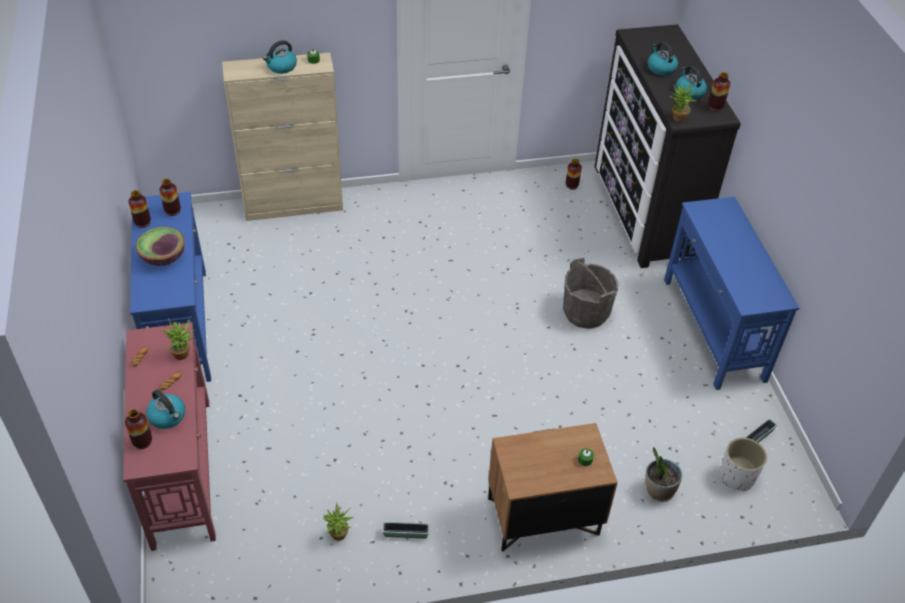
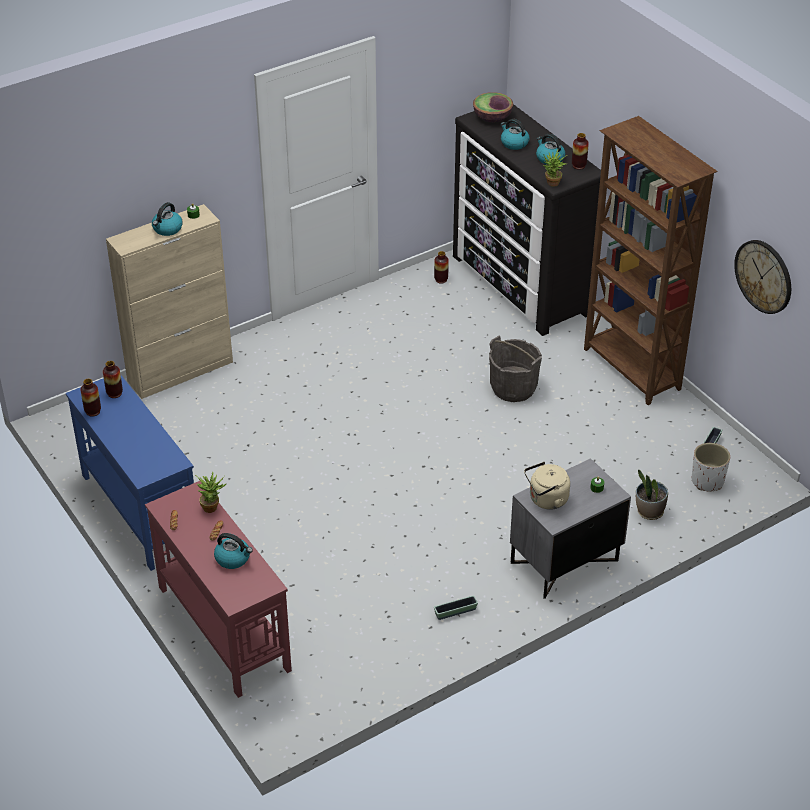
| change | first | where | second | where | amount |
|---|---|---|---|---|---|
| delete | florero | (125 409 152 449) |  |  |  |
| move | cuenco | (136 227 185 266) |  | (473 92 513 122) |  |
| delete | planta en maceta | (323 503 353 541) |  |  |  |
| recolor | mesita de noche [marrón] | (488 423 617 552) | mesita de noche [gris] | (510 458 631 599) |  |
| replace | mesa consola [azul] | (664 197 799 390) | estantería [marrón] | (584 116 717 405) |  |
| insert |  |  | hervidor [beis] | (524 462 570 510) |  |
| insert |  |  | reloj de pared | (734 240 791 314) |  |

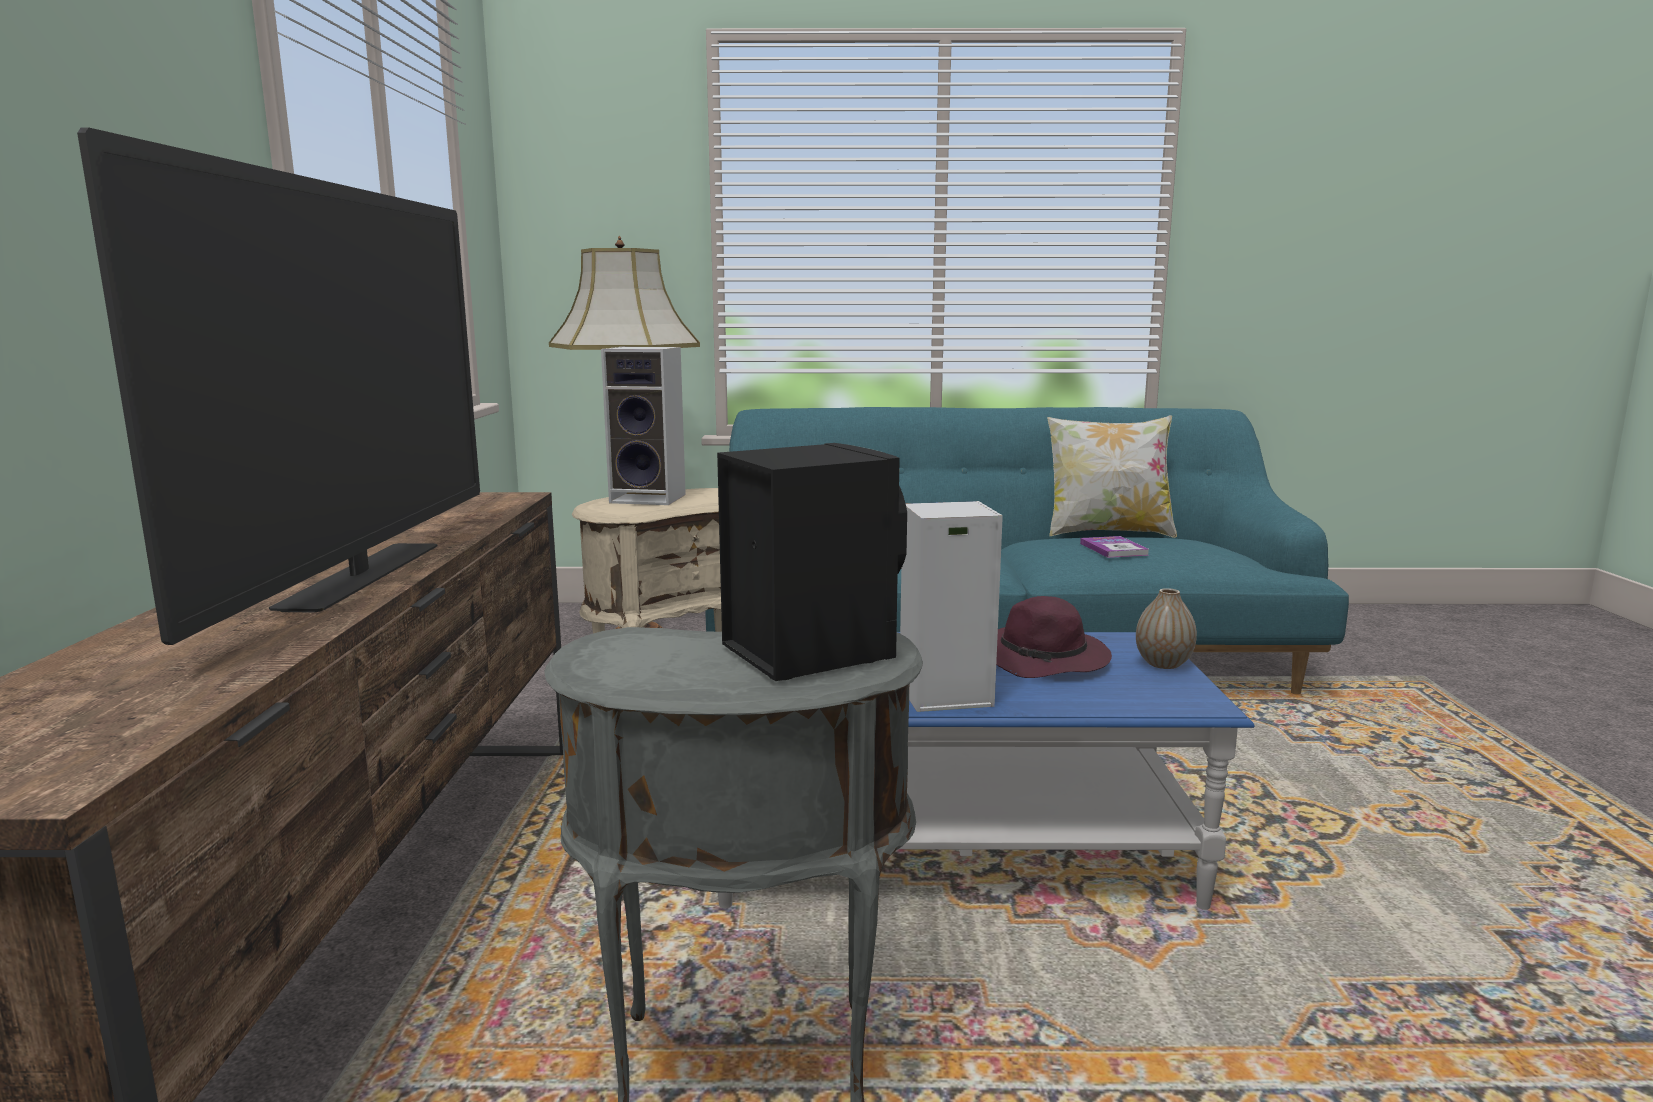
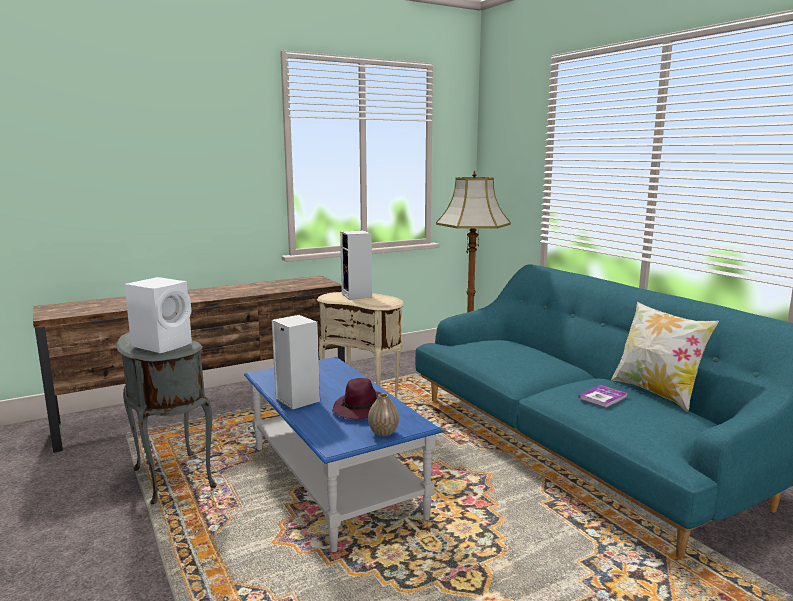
| change | first | where | second | where | amount |
|---|---|---|---|---|---|
| delete | televisor | (77 127 480 645) |  |  |  |
| recolor | altavoz [negro] | (717 443 907 681) | altavoz [blanco] | (124 277 192 353) |  |

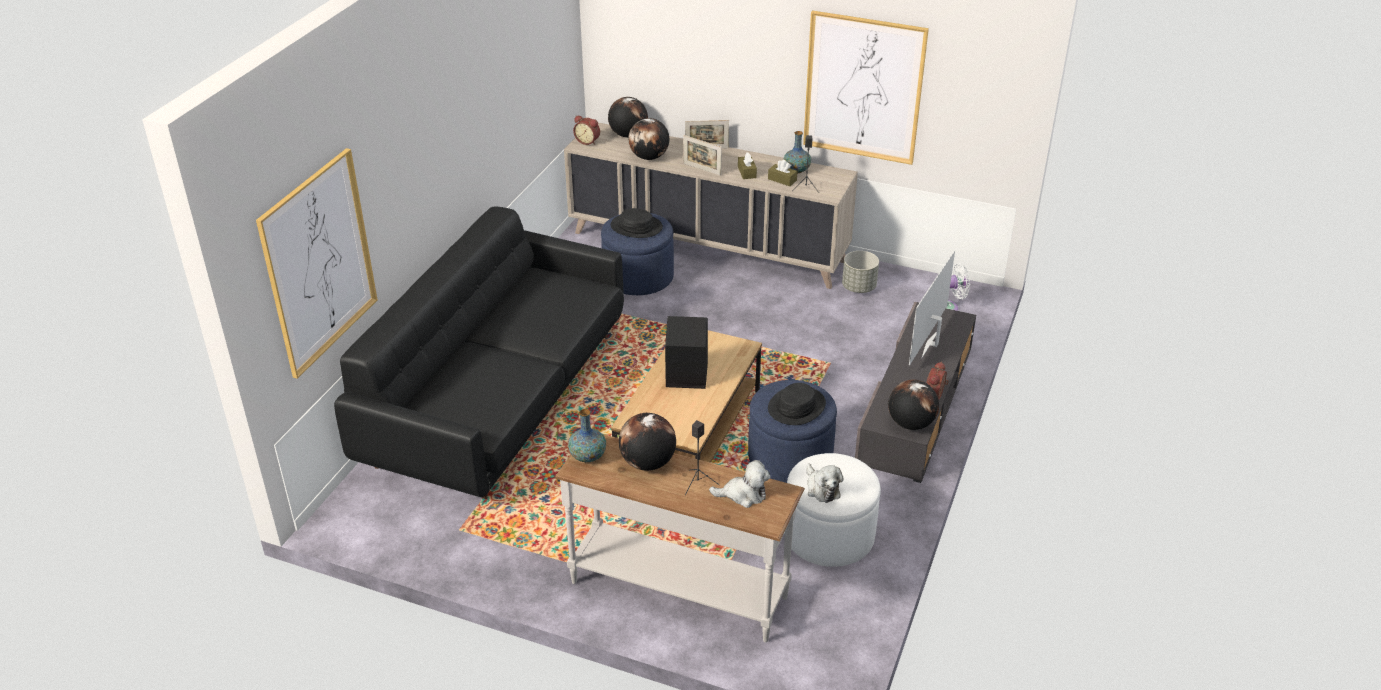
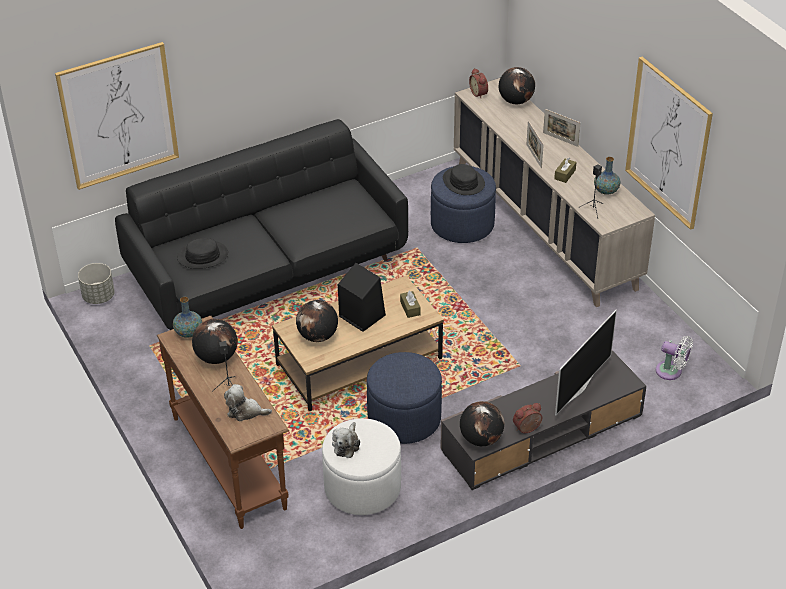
| change | first | where | second | where | amount |
|---|---|---|---|---|---|
| recolor | mesa consola [blanco] | (555 434 805 642) | mesa consola [marrón] | (157 316 289 529) |  |
| move | globo terráqueo | (628 118 669 160) |  | (296 300 338 342) |  |
| rotate | peluche | (709 460 771 508) |  | (224 384 272 421) | 150 degrees clockwise |
| move | caja de pañuelos [marrón] | (768 160 797 186) |  | (400 291 421 318) |  |
| move | sombrero [negro] | (768 383 826 425) |  | (177 238 228 269) |  |
| move | maceta [gris] | (842 251 879 293) |  | (78 263 115 304) |  |
| rotate | televisor | (909 250 955 365) |  | (555 310 617 416) | 150 degrees clockwise |

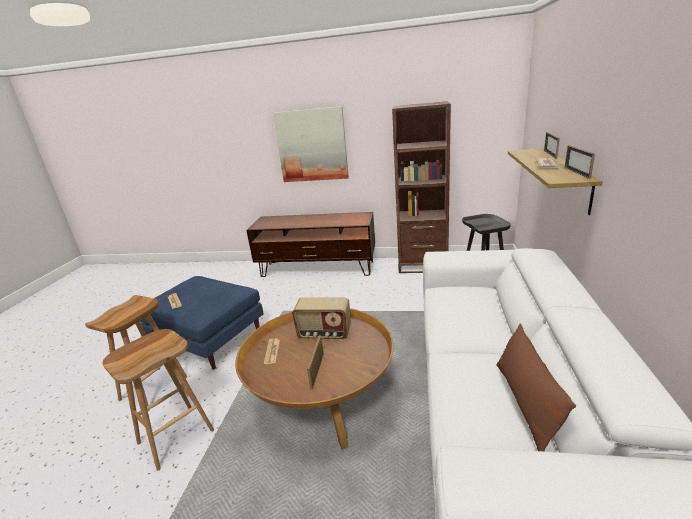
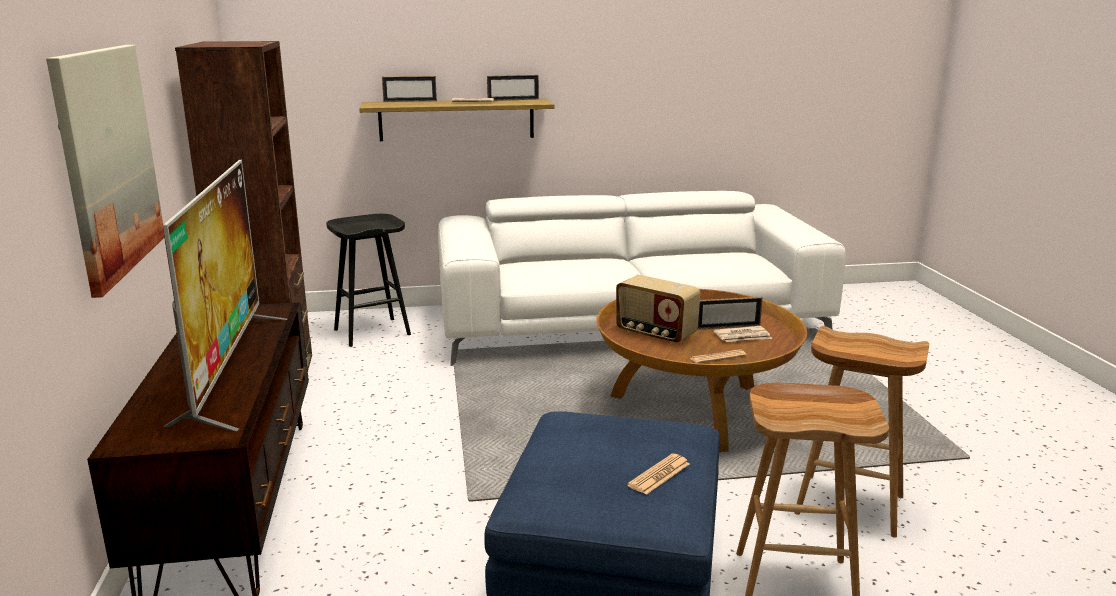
| change | first | where | second | where | amount |
|---|---|---|---|---|---|
| rotate | radio | (292 297 351 340) |  | (616 275 701 344) | 135 degrees clockwise |
| delete | cojín [marrón] | (496 324 576 451) |  |  |  |
| insert |  |  | televisor | (163 160 287 431) |  |
| insert |  |  | periódico | (713 326 772 342) |  |

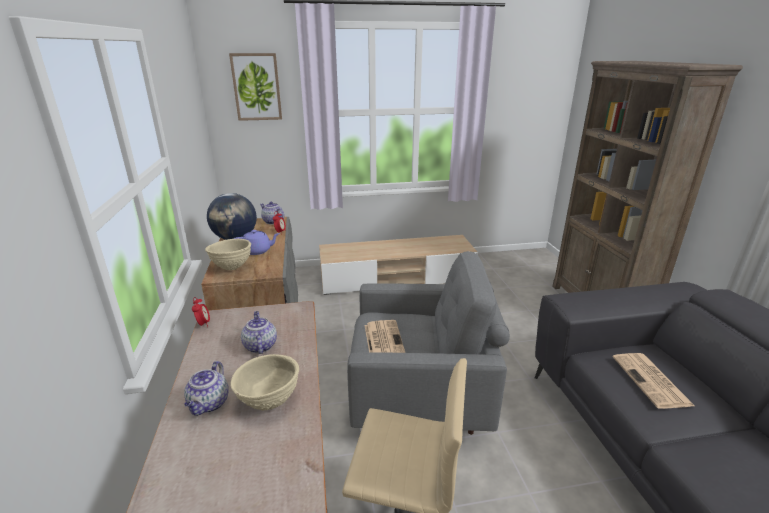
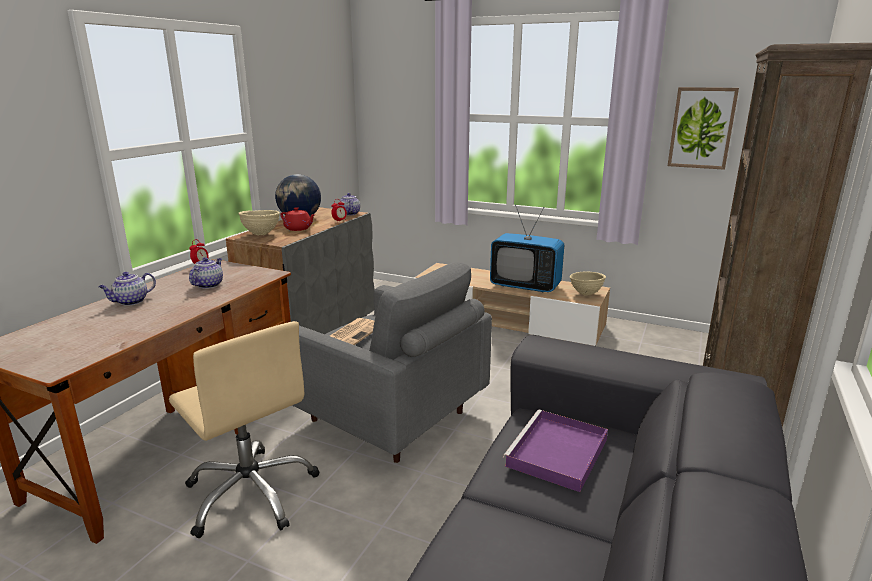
| change | first | where | second | where | amount |
|---|---|---|---|---|---|
| move | cuadro | (229 53 282 121) |  | (668 87 739 170) |  |
| move | cuenco [beis] | (230 354 299 411) |  | (570 271 606 296) |  |
| recolor | tetera [morado] | (234 230 280 255) | tetera [rojo] | (280 207 316 231) |  |
| replace | periódico | (613 353 695 409) | bandeja [morado] | (503 410 608 492) |  |
| insert |  |  | televisor | (490 205 564 292) |  |

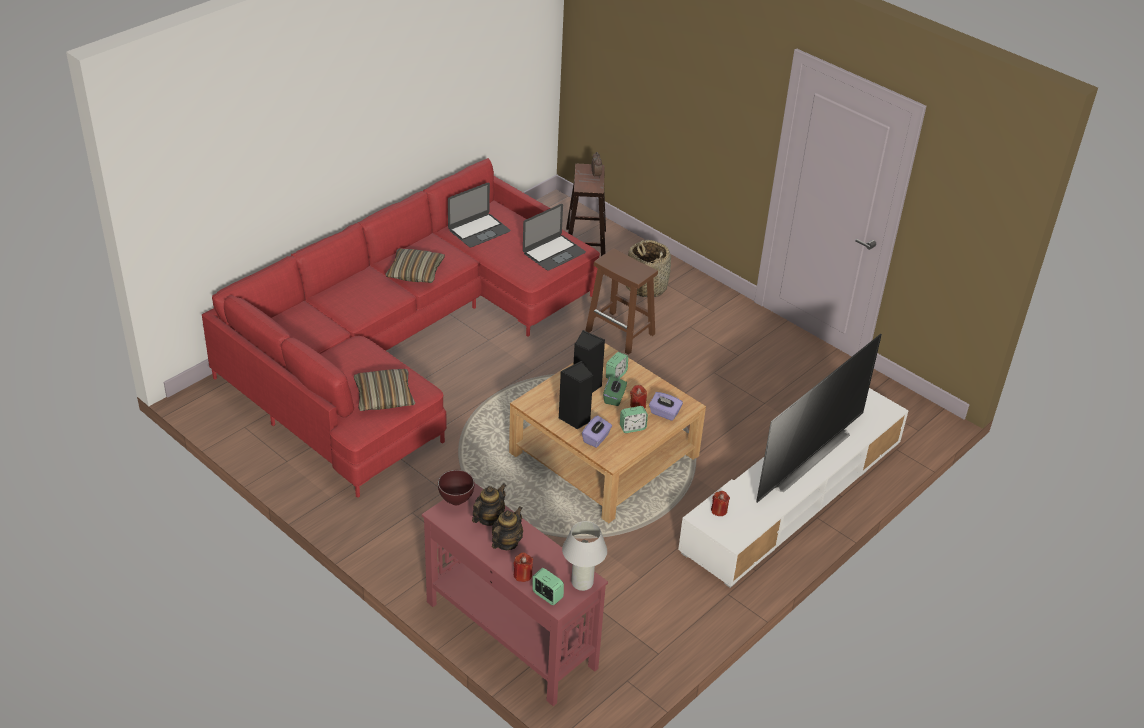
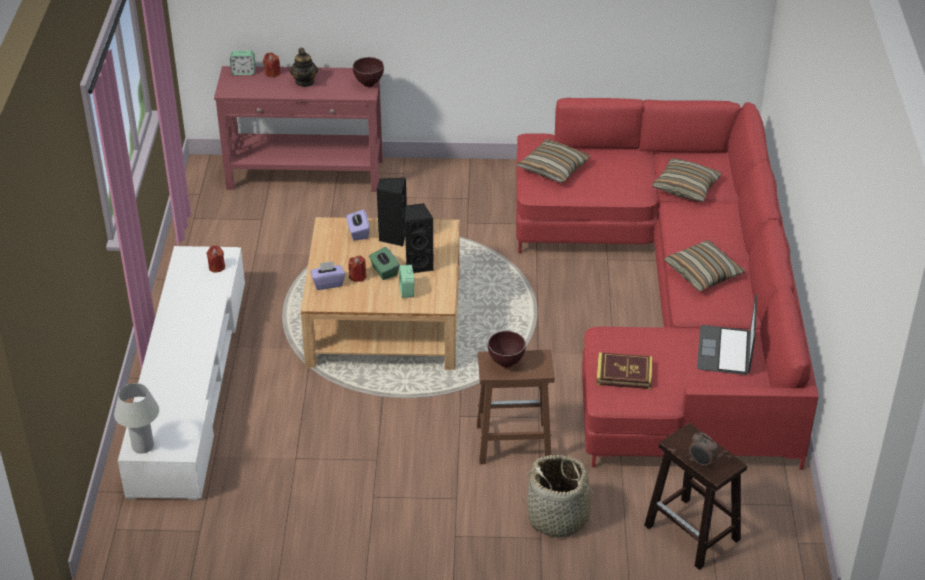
| change | first | where | second | where | amount |
|---|---|---|---|---|---|
| delete | tetera | (472 484 506 526) |  |  |  |
| replace | portátil | (523 204 586 271) | libro | (596 352 652 389) |  |
| move | lámpara de mesa [blanco] | (562 521 607 591) |  | (114 383 159 454) |  |
| delete | despertador | (620 406 648 433) |  |  |  |
| delete | televisor | (756 334 882 503) |  |  |  |
| insert |  |  | cuenco [marrón] | (488 331 526 368) |  |
| insert |  |  | cojín | (652 158 722 202) |  |

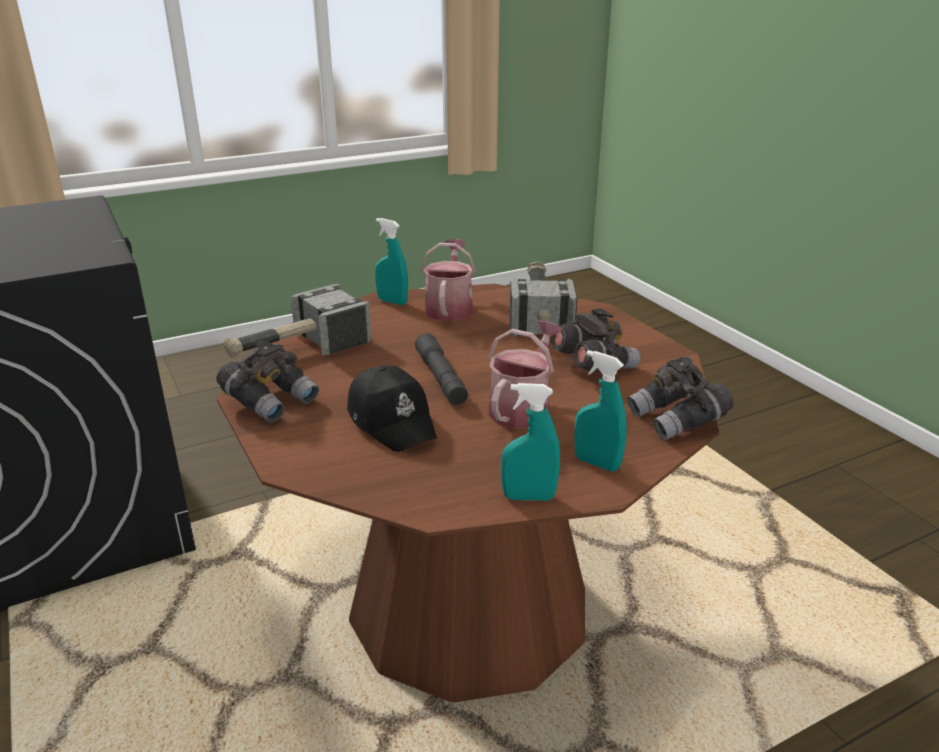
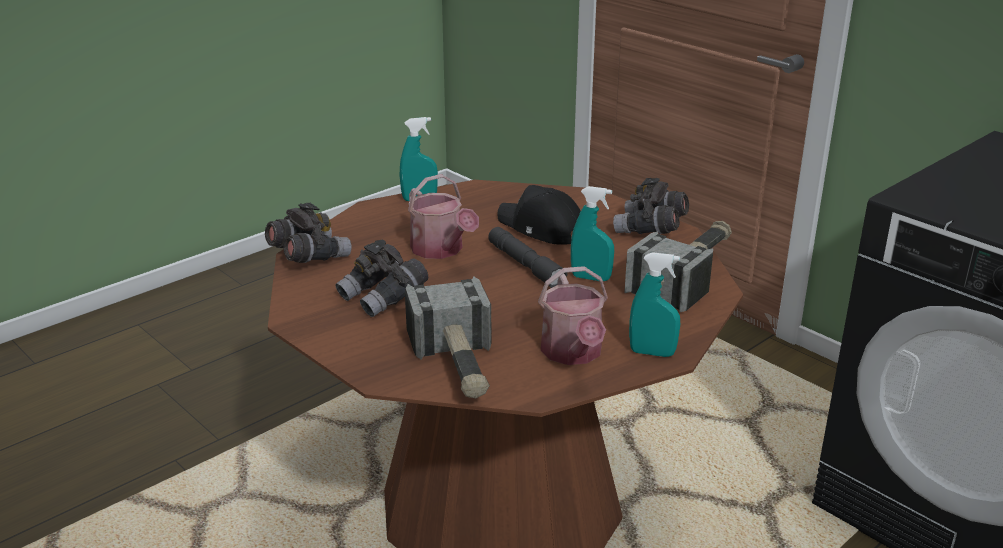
| change | first | where | second | where | amount |
|---|---|---|---|---|---|
| rotate | regadera | (488 321 562 429) |  | (408 174 479 259) | 45 degrees counterclockwise |
| move | pulverizador [turquesa] | (575 350 627 472) |  | (571 186 614 281) |  |

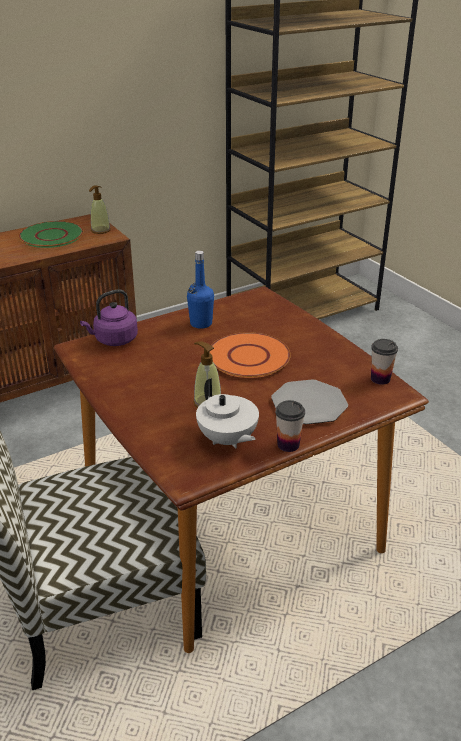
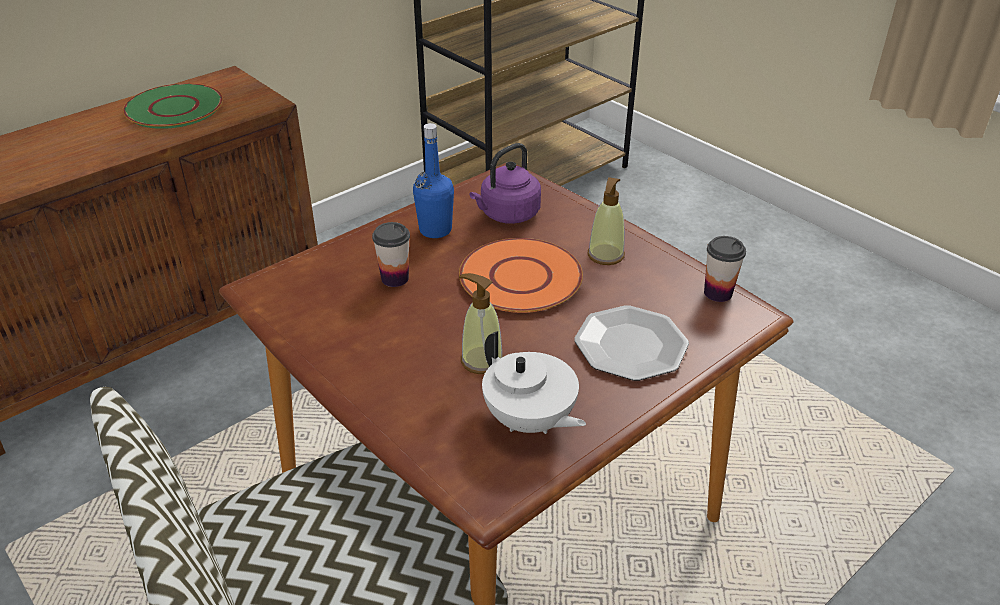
| change | first | where | second | where | amount |
|---|---|---|---|---|---|
| move | hervidor [morado] | (80 289 138 346) |  | (469 143 541 224) |  |
| move | dispensador de jabón | (89 185 111 234) |  | (587 177 625 265) |  |
| move | taza | (275 400 305 452) |  | (372 222 410 287) |  |

